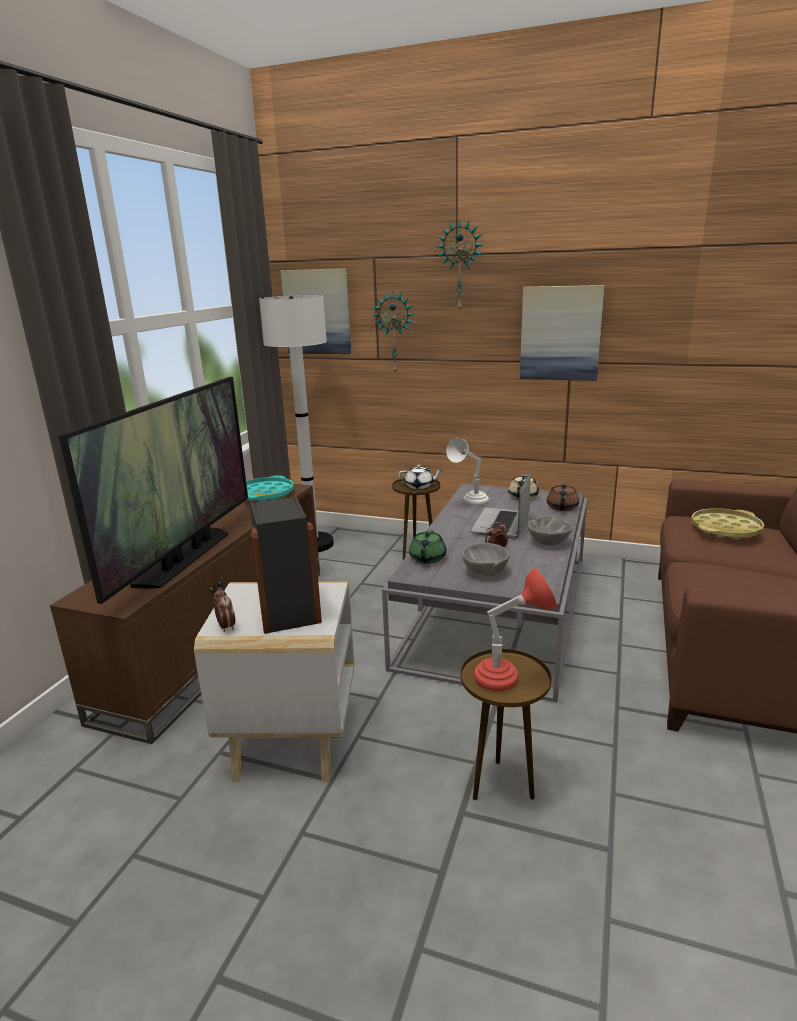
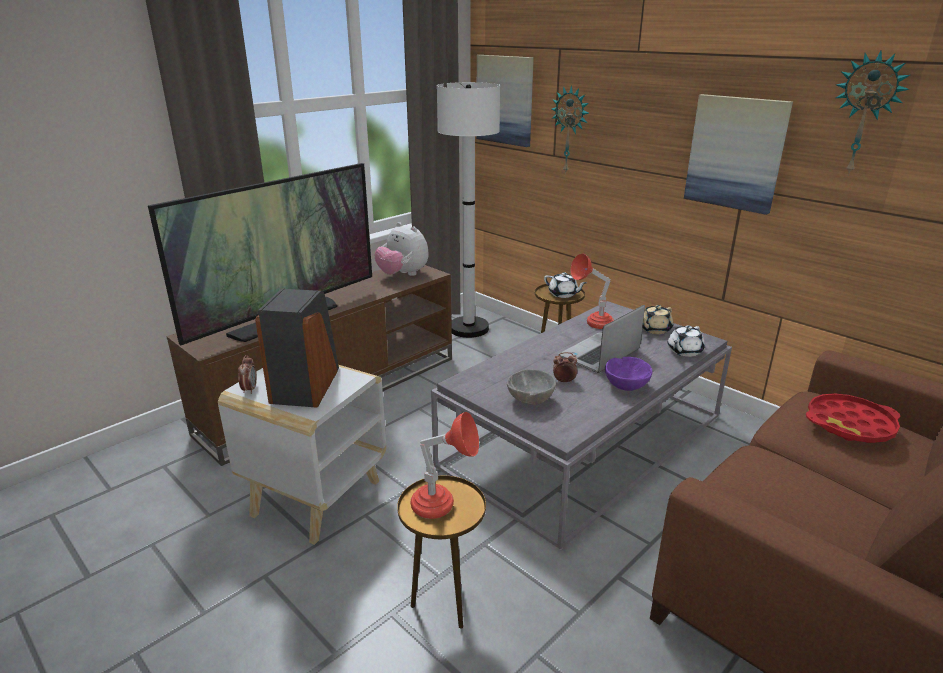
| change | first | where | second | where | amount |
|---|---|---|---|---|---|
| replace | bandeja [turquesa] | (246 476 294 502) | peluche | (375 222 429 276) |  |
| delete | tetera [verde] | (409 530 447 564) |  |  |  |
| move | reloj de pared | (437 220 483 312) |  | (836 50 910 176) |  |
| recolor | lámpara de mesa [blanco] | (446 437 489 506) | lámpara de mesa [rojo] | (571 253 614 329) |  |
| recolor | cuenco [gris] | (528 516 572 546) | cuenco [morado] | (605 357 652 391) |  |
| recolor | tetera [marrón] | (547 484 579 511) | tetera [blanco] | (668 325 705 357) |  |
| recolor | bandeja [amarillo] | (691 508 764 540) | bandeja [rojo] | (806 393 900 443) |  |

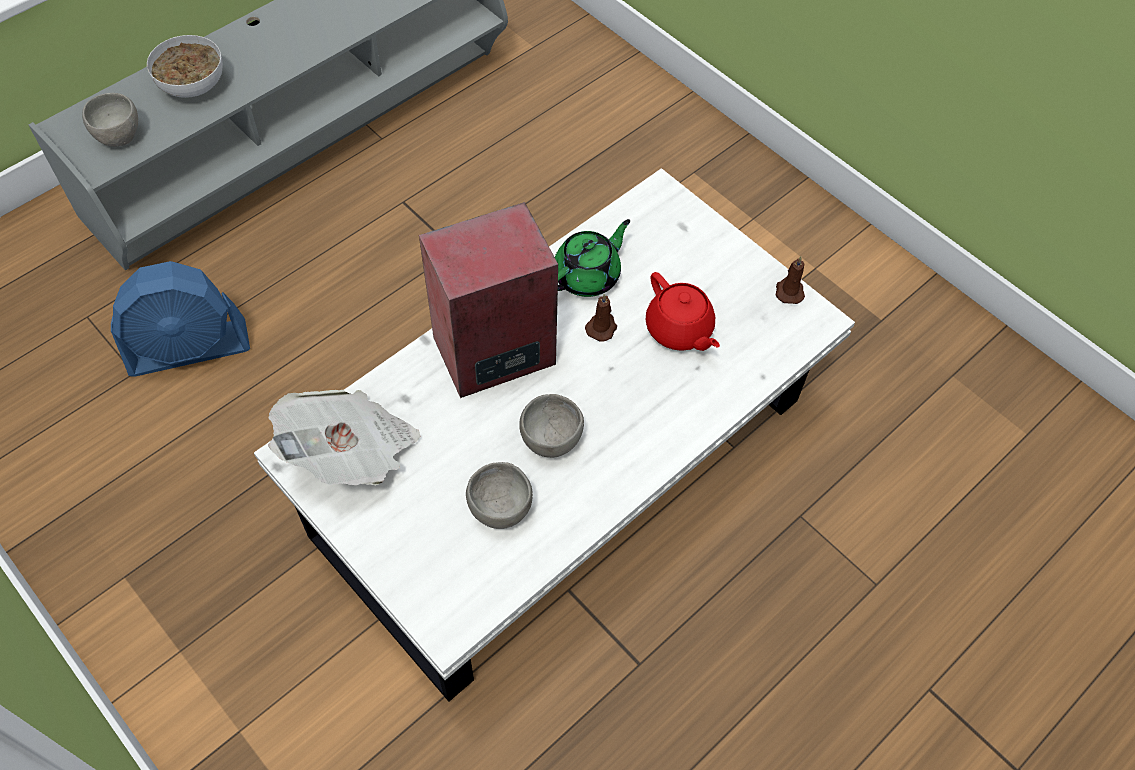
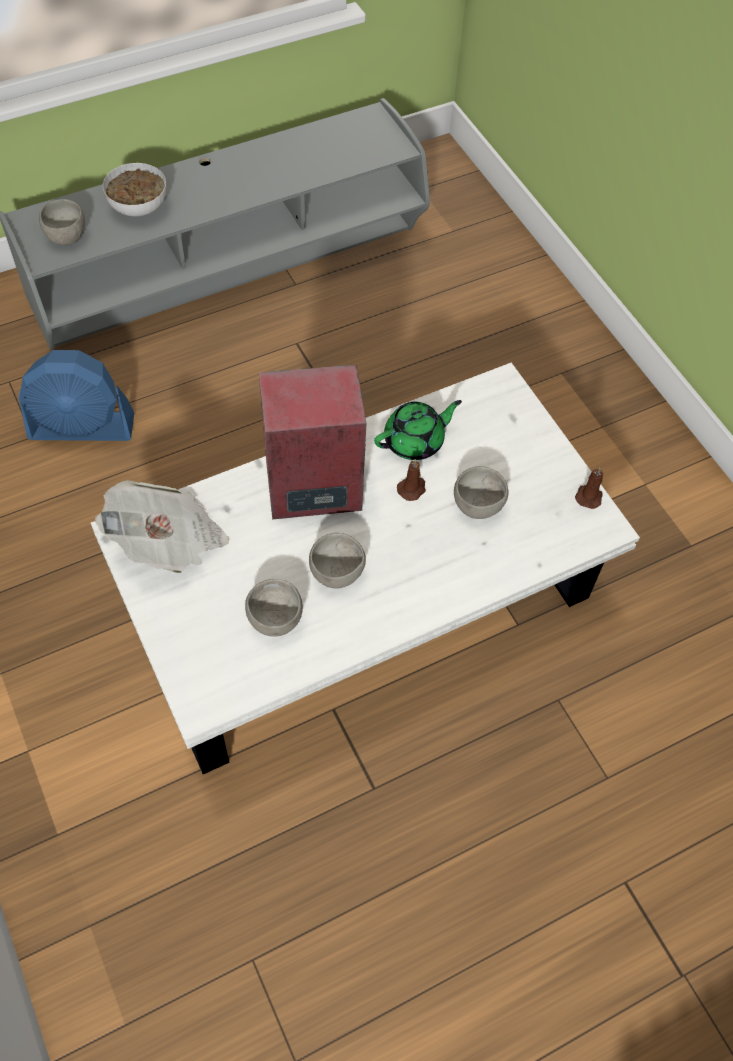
| change | first | where | second | where | amount |
|---|---|---|---|---|---|
| replace | tetera [rojo] | (646 272 720 351) | cuenco [gris] | (454 466 509 519) |  |

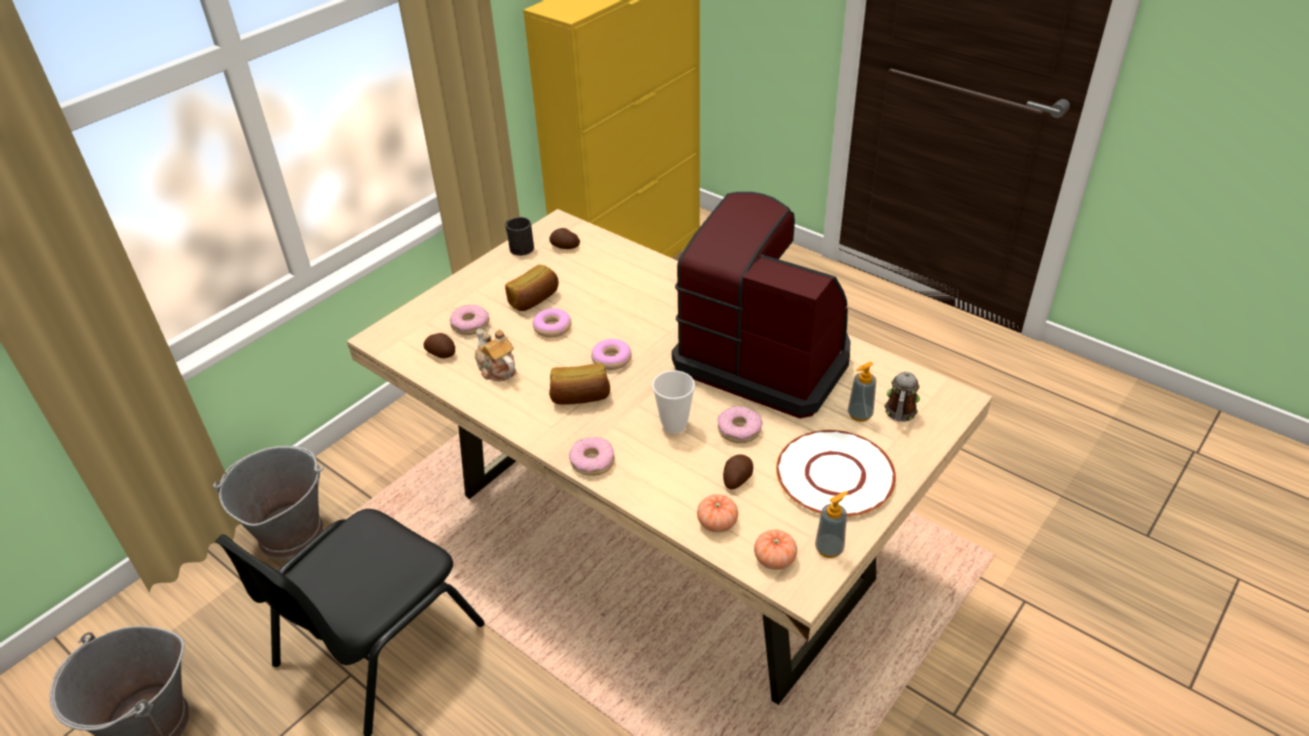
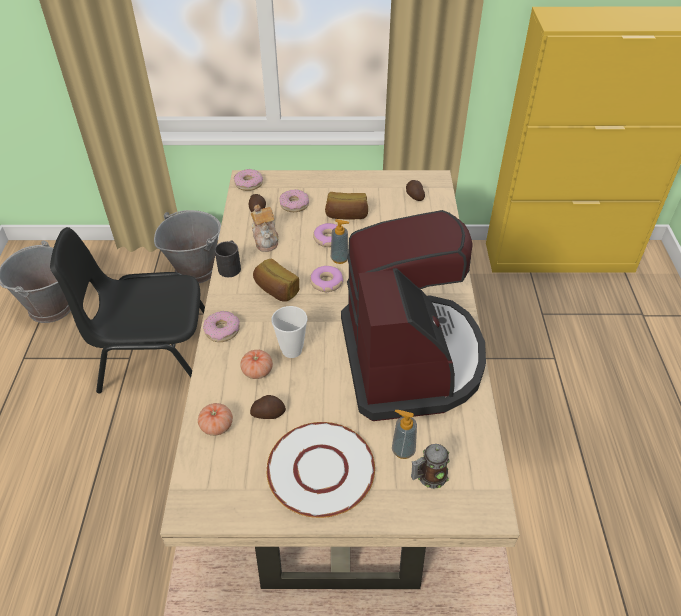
| change | first | where | second | where | amount |
|---|---|---|---|---|---|
| rotate | tetera | (475 329 516 381) |  | (251 204 279 252) | 150 degrees clockwise |
| move | taza grande [negro] | (505 217 534 256) |  | (215 240 241 277) |  |
| move | rosquilla | (718 406 763 443) |  | (234 169 263 191) |  |
| move | tomate | (754 529 797 570) |  | (240 350 273 379) |  |
| move | dispensador de jabón | (815 491 849 558) |  | (331 219 350 264) |  |

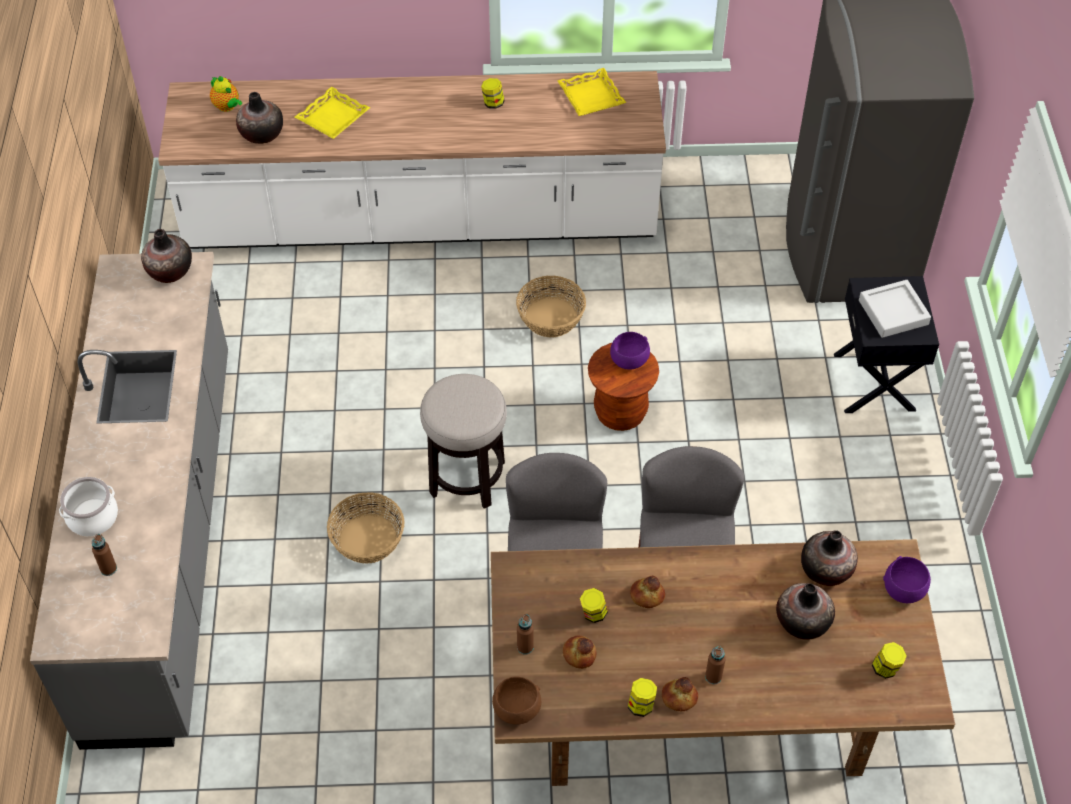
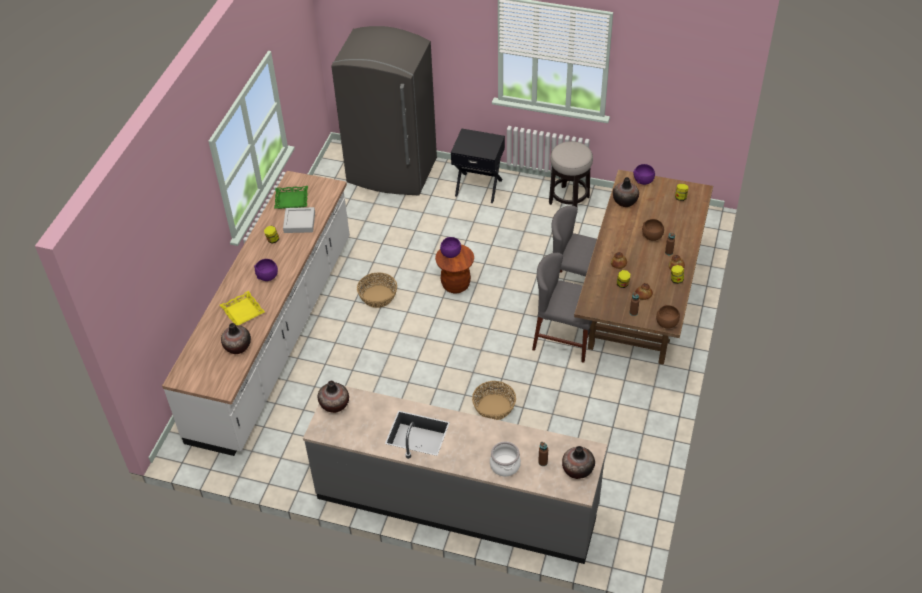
| change | first | where | second | where | amount |
|---|---|---|---|---|---|
| delete | tetera | (210 76 242 112) |  |  |  |
| move | taburete | (420 374 507 509) |  | (549 141 593 207) |  |
| recolor | bandeja [amarillo] | (557 68 626 116) | bandeja [verde] | (274 186 308 209) |  |
| move | florero | (776 583 835 640) |  | (562 446 595 479) |  |
| move | bandeja [gris] | (859 280 931 338) |  | (283 207 315 233) |  |
| insert |  |  | cuenco [morado] | (254 259 278 281) |  |
| insert |  |  | cuenco [marrón] | (642 219 664 241) |  |

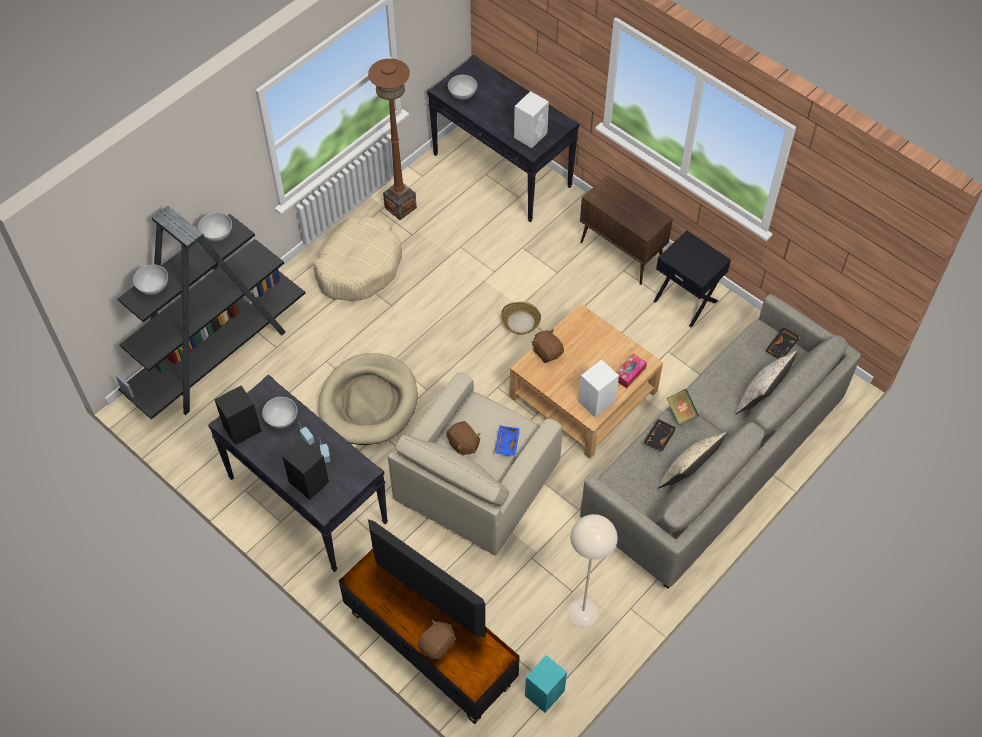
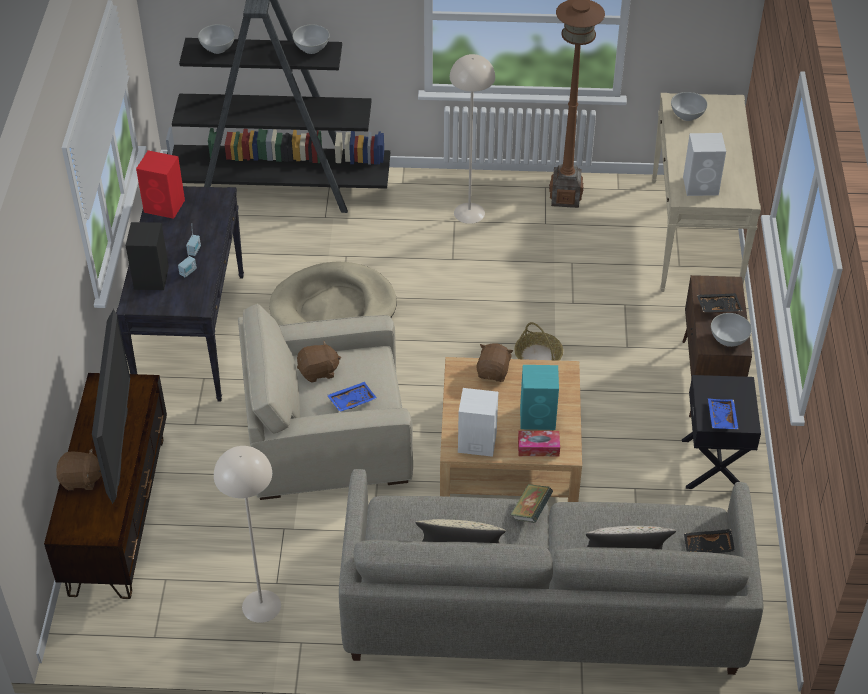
| change | first | where | second | where | amount |
|---|---|---|---|---|---|
| recolor | altavoz [negro] | (214 385 261 445) | altavoz [rojo] | (136 150 185 219) |  |
| move | cuenco [blanco] | (262 397 297 428) |  | (711 313 752 347) |  |
| replace | cama para perro [beis] | (314 215 402 301) | lámpara de pie [beis] | (450 54 495 224) |  |
| recolor | mesa consola [negro] | (427 55 579 222) | mesa consola [beis] | (652 93 761 292) |  |
| rotate | peluche [marrón] | (447 421 481 456) |  | (297 340 341 382) | 120 degrees counterclockwise |
| move | altavoz [turquesa] | (525 655 567 713) |  | (520 365 559 430) |  |
| move | bandeja [negro] | (643 419 677 452) |  | (697 293 743 313) |  |
| insert |  |  | bandeja [azul] | (708 398 739 429) |  |

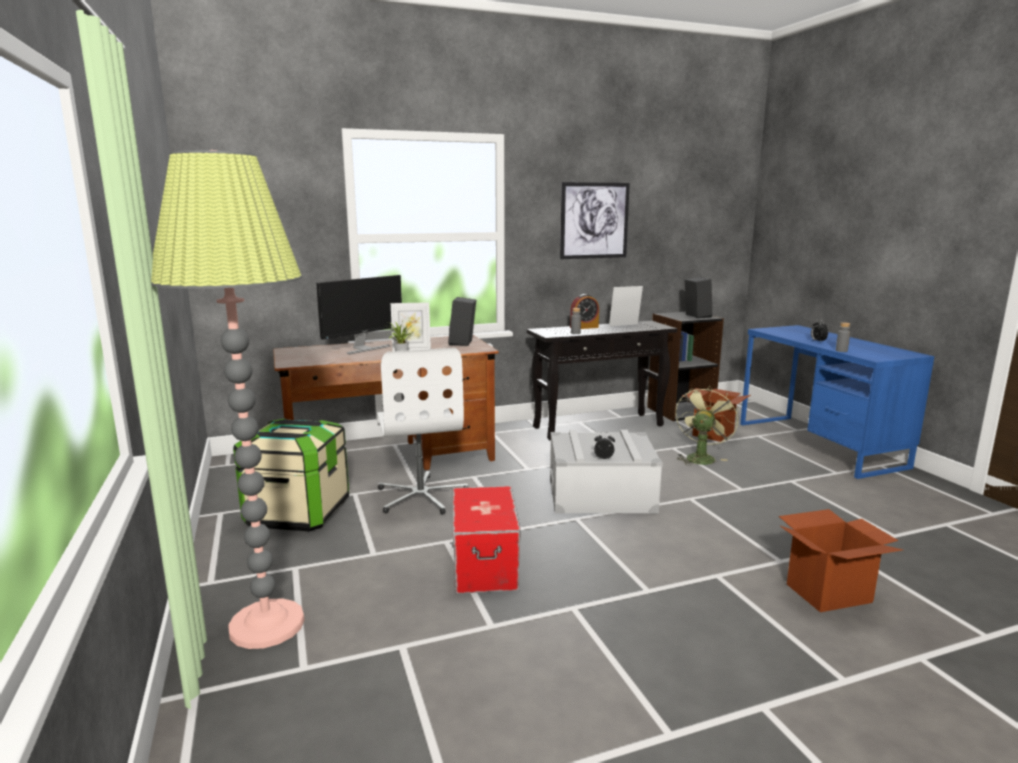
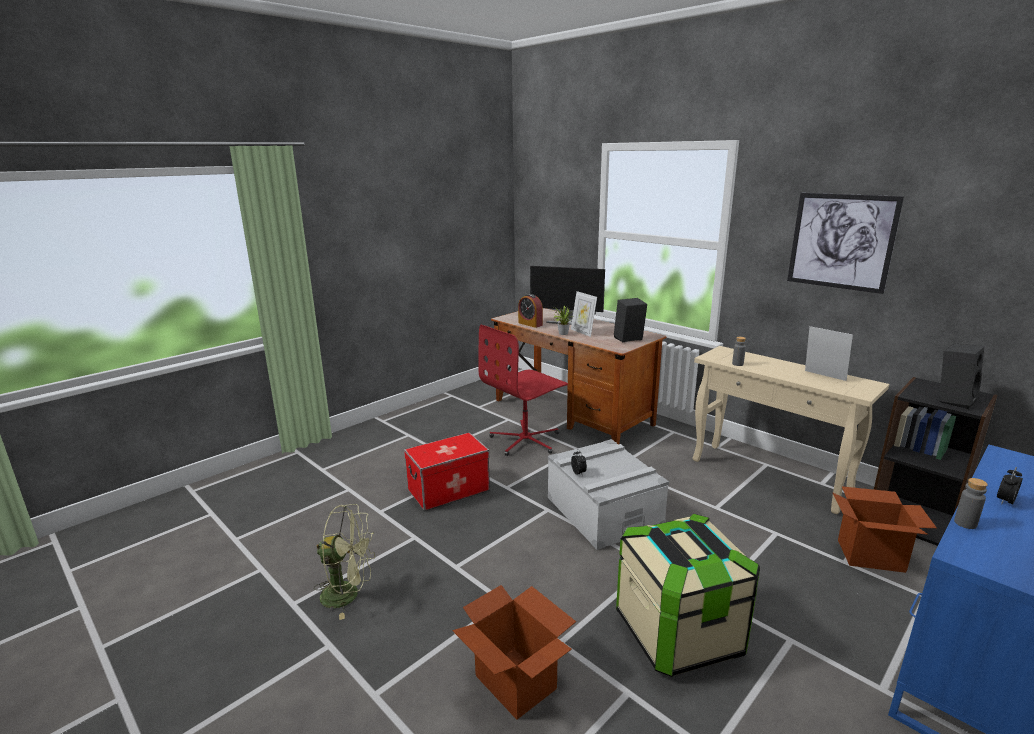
| change | first | where | second | where | amount |
|---|---|---|---|---|---|
| delete | lámpara de pie | (151 150 305 649) |  |  |  |
| move | caja de almacenaje | (233 418 349 532) |  | (616 514 760 677) |  |
| recolor | silla de oficina [blanco] | (377 348 468 514) | silla de oficina [rojo] | (478 325 568 456) |  |
| recolor | mesa consola [negro] | (527 321 677 441) | mesa consola [beis] | (693 346 889 514) |  |
| move | despertador | (570 294 599 329) |  | (518 294 543 328) |  |
| move | ventilador [verde] | (675 385 739 466) |  | (314 504 375 620) |  |

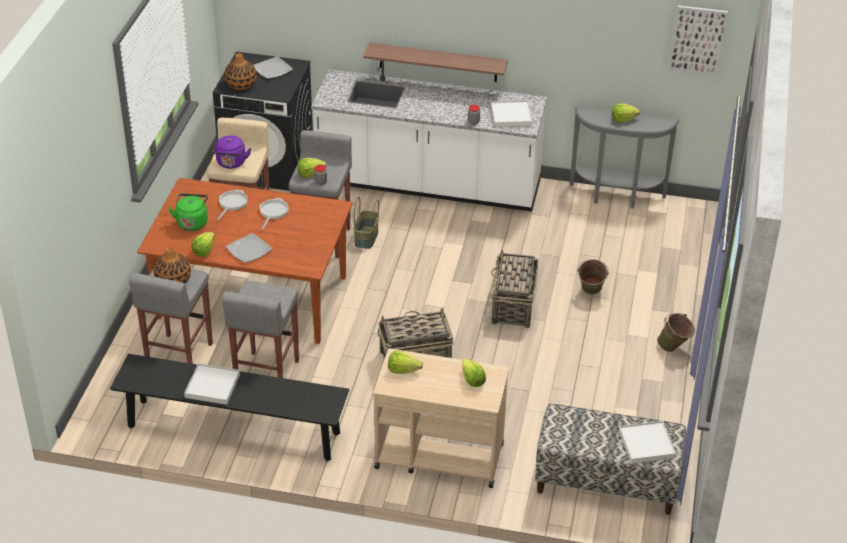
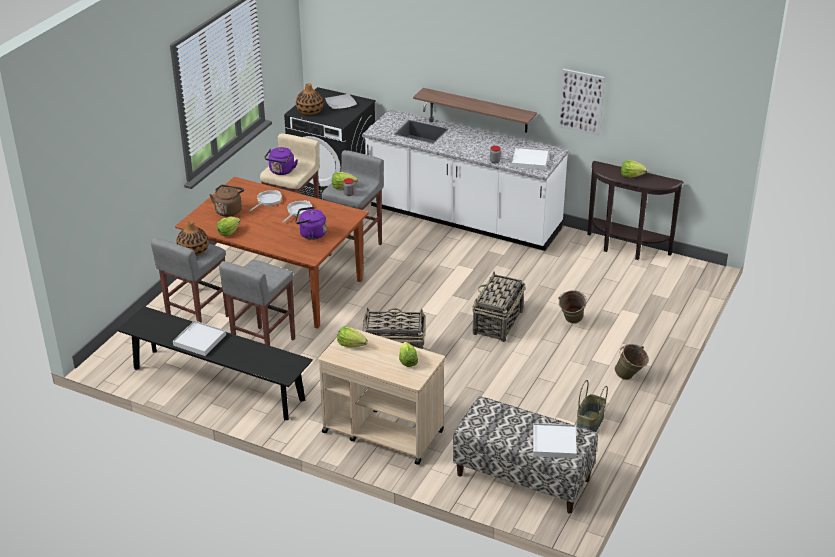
| change | first | where | second | where | amount |
|---|---|---|---|---|---|
| recolor | hervidor [verde] | (168 194 208 231) | hervidor [marrón] | (209 185 244 217) |  |
| delete | plato | (226 233 272 263) |  |  |  |
| move | cesta | (354 197 379 249) |  | (577 380 608 432) |  |
| recolor | mesa consola [gris] | (570 106 679 209) | mesa consola [marrón] | (587 161 684 260) |  |
| move | cuadro | (669 5 728 76) |  | (559 69 605 136) |  |
| insert |  |  | hervidor [morado] | (295 207 327 240) |  |

